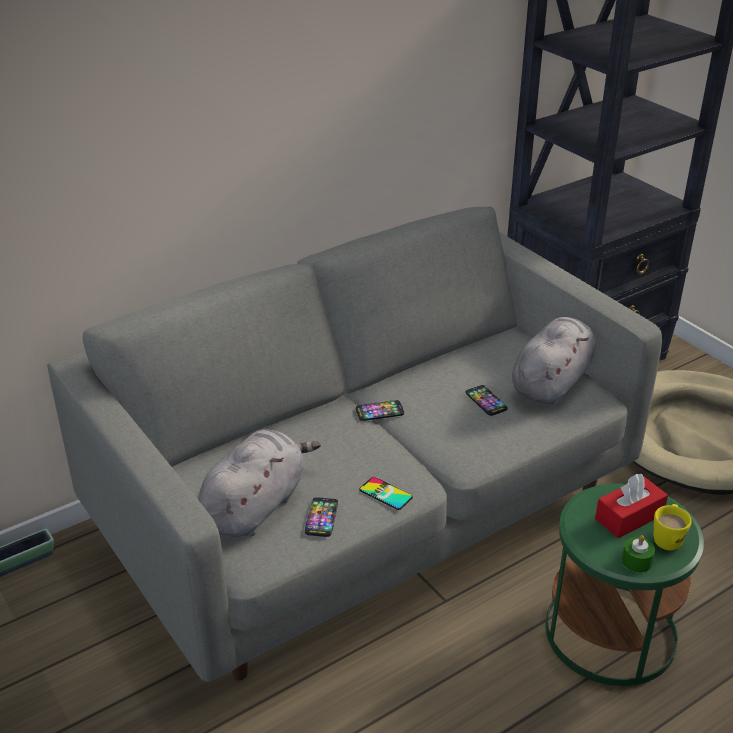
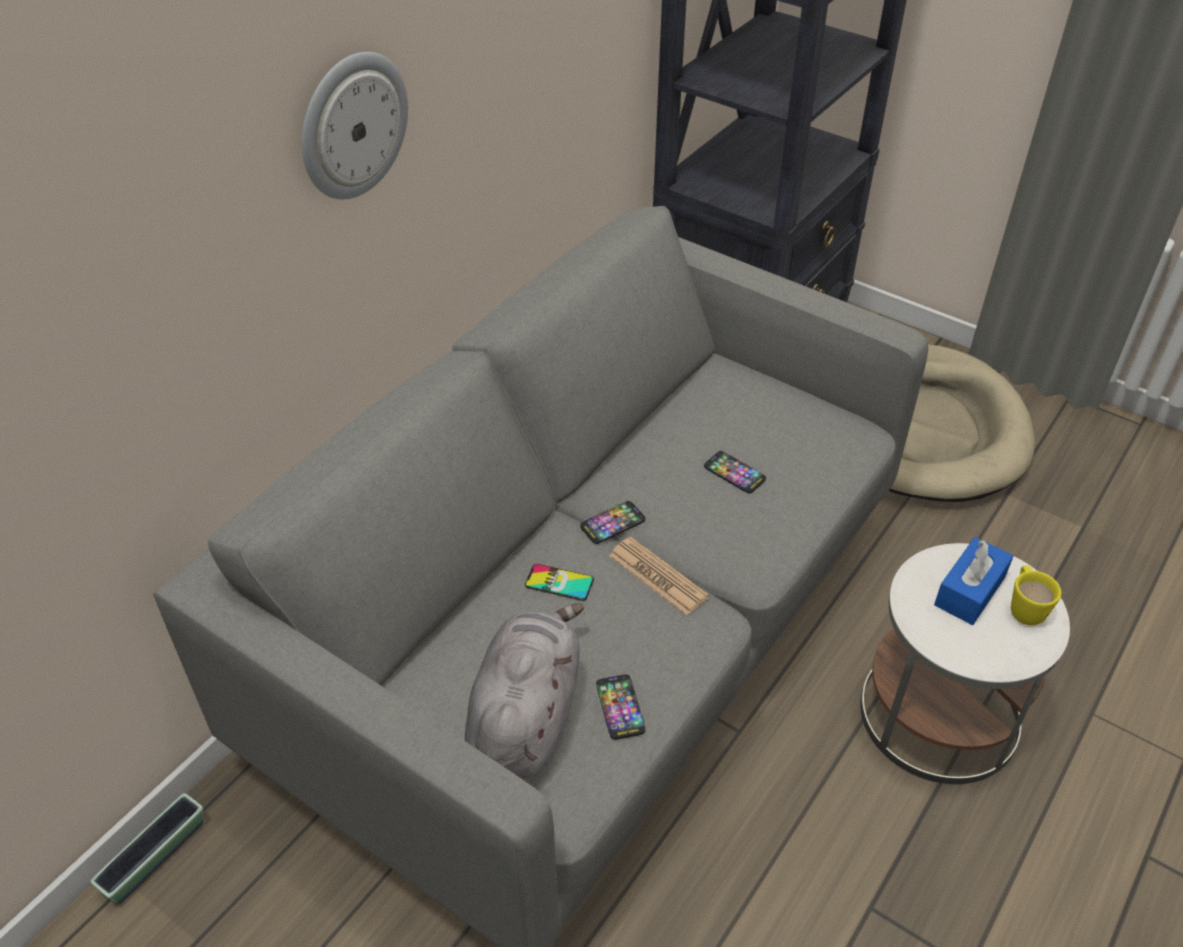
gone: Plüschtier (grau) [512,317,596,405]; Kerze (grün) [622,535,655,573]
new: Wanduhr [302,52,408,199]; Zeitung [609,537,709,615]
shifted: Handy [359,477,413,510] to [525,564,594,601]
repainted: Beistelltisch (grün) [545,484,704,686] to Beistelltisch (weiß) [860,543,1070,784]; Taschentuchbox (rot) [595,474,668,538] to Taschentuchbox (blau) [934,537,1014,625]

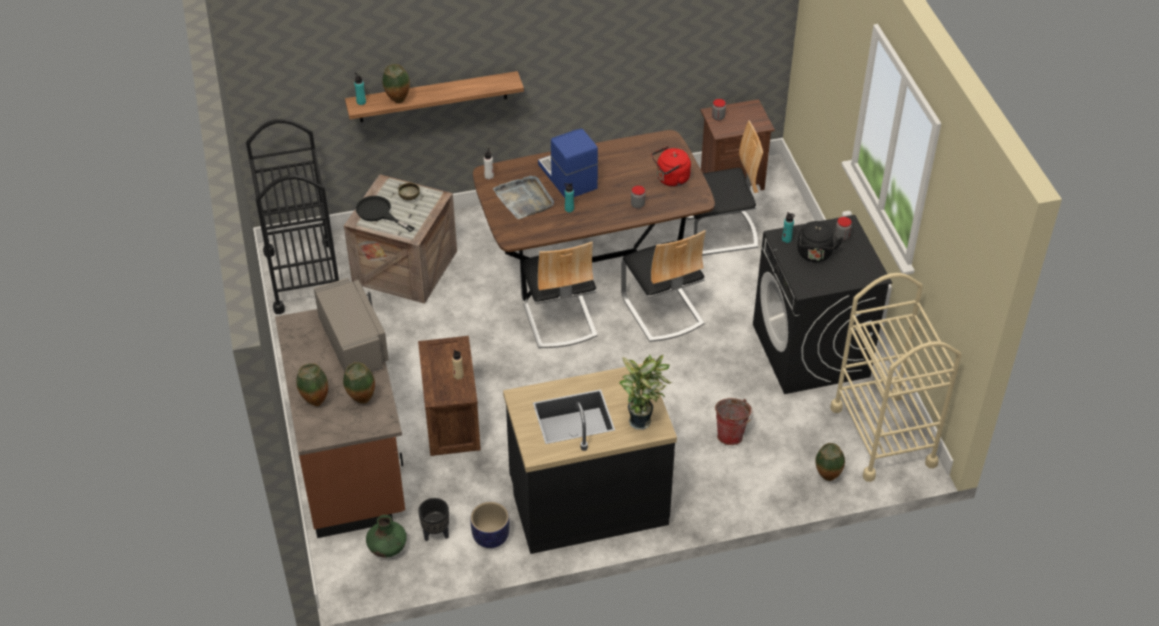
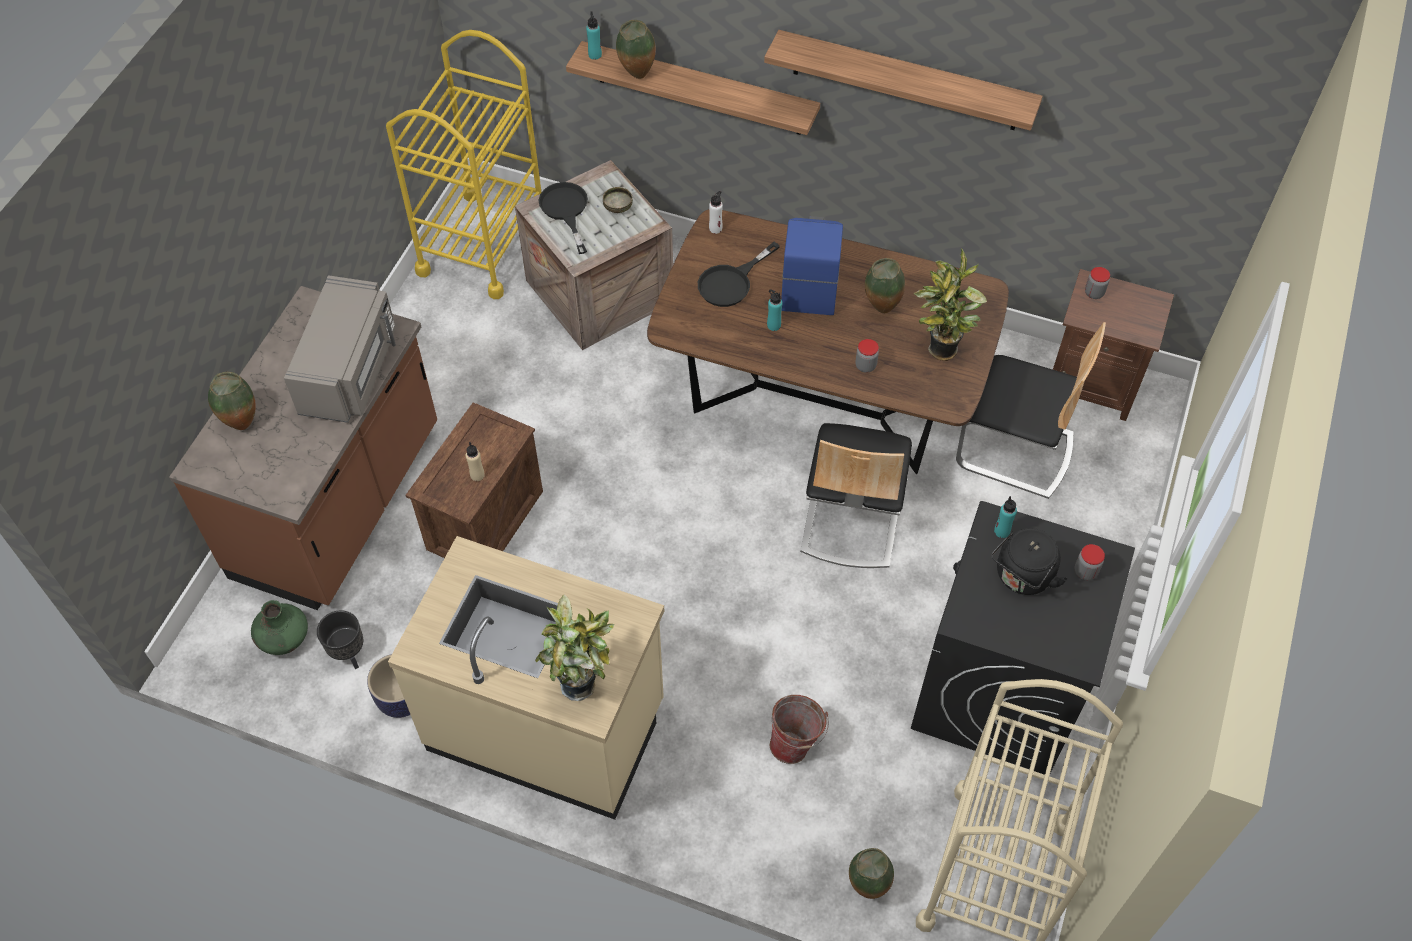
gone: Stuhl [520,242,597,348]
new: Wandregal [764,30,1043,131]
shifted: Vase [343,362,375,404] to [865,258,905,313]
swapped: Tablett (grau) [493,176,554,219] to Pfanne (schwarz) [698,242,780,307]; Wasserkessel (rot) [651,146,691,187] to Topfpflanze [914,248,987,361]
repainted: Rollwagen (schwarz) [246,119,339,314] to Rollwagen (gelb) [386,30,542,299]; Küchenzeile (schwarz) [503,364,677,554] to Küchenzeile (beige) [388,536,664,820]

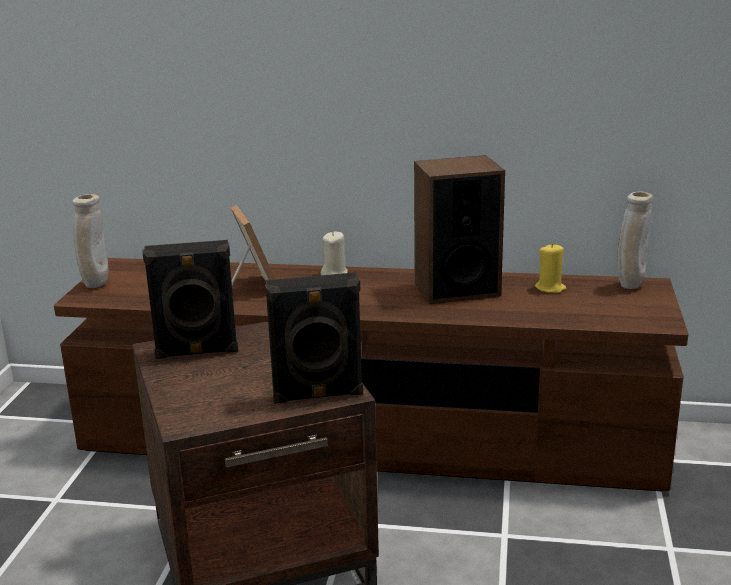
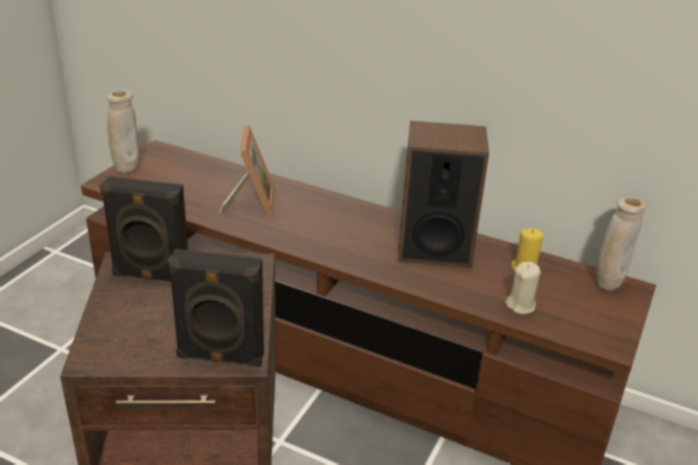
shifted: Kerze (beige) [321,231,348,275] to [505,262,540,314]

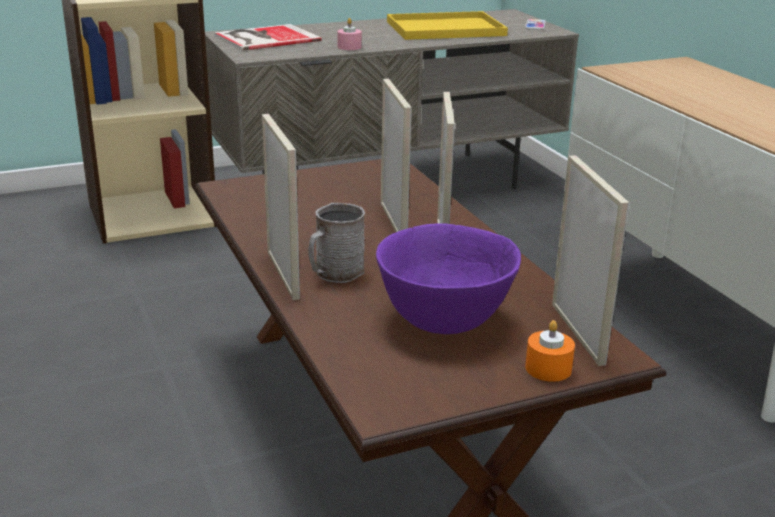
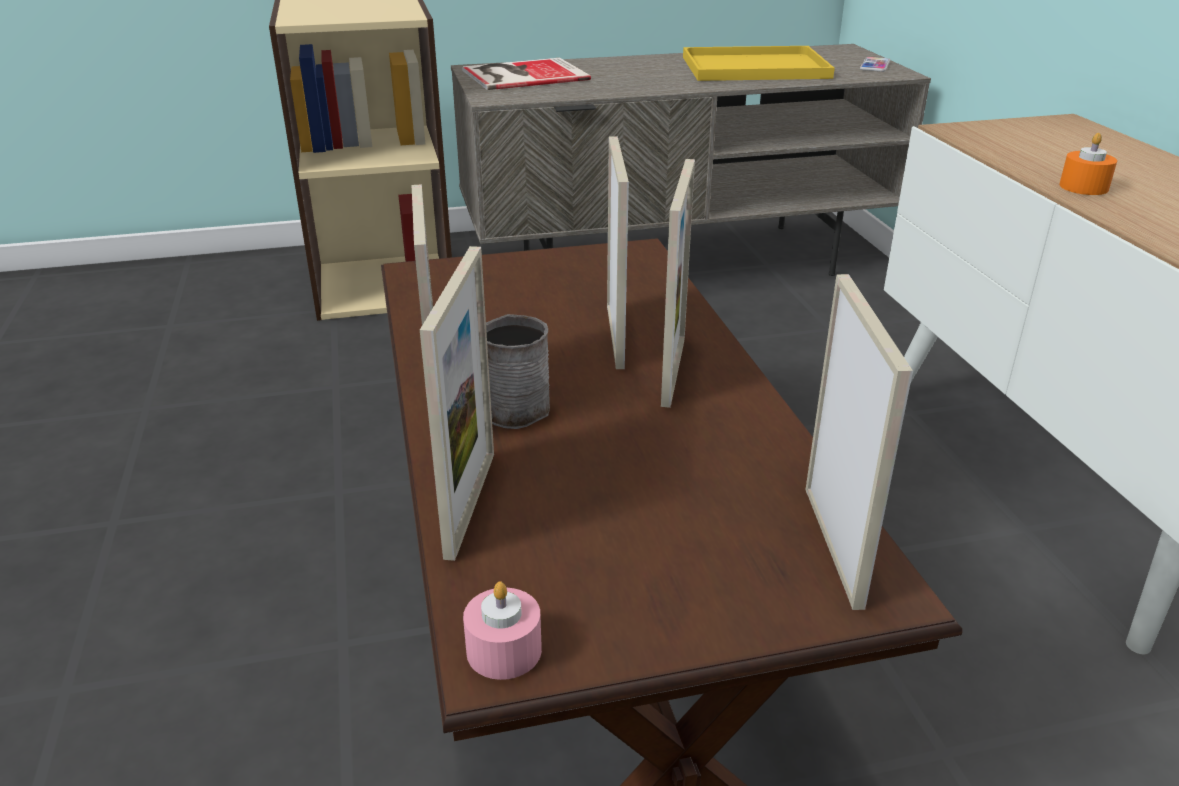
gone: Schüssel (lila) [376,223,521,334]
new: Bilderrahmen [420,246,494,561]
shifted: Kerze (rosa) [337,18,362,50] to [463,581,542,680]; Kerze (orange) [525,320,575,382] to [1059,133,1117,195]

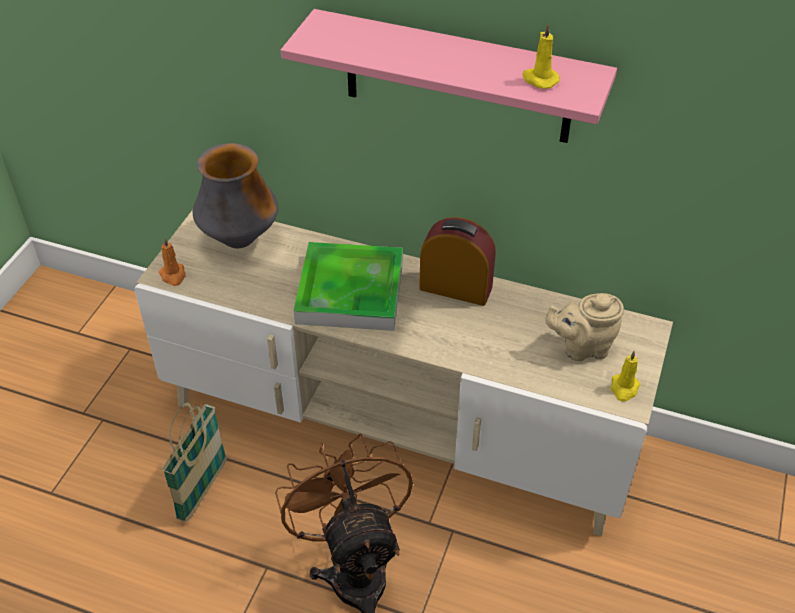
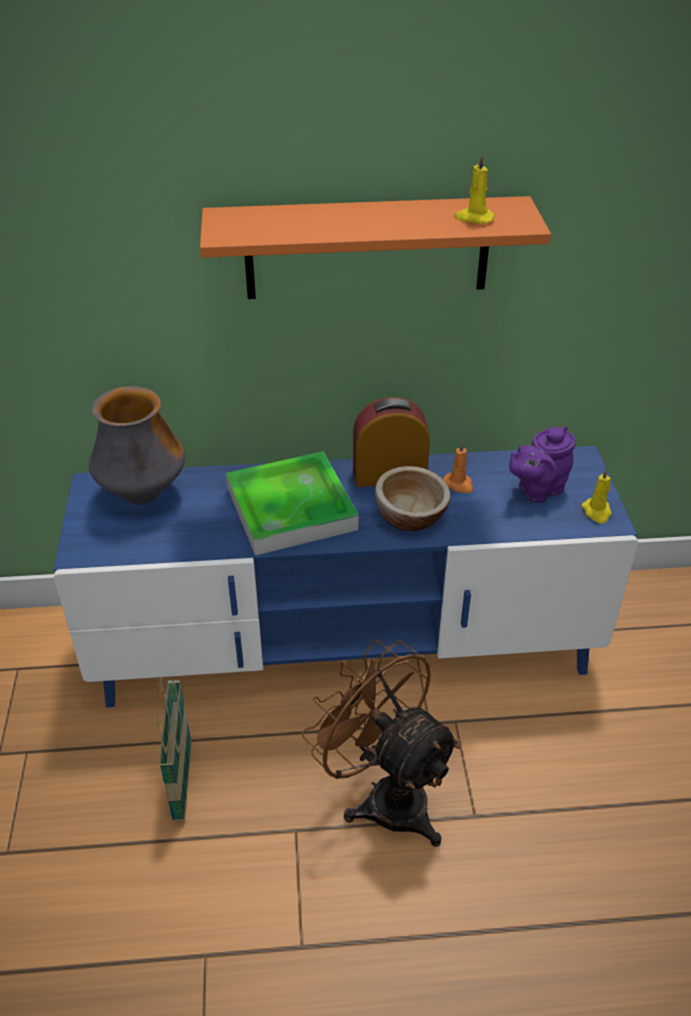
new: Schüssel [375,466,451,531]
shifted: Kerze (orange) [159,238,186,286] to [443,441,473,493]
repainted: Fernsehschrank (beige) [134,210,673,536] to Fernsehschrank (blau) [54,446,638,707]; Wandregal (rosa) [281,9,617,143] to Wandregal (orange) [200,196,551,299]; Teekanne (beige) [545,293,624,361] to Teekanne (lila) [509,426,576,503]

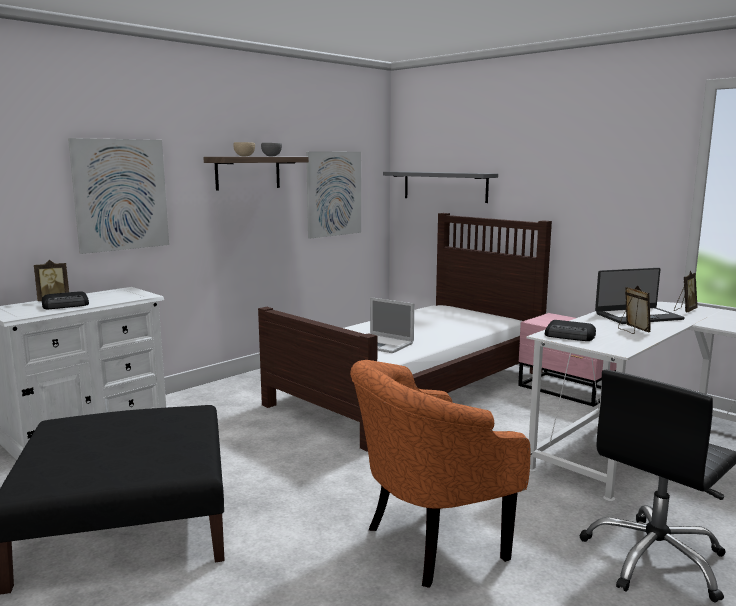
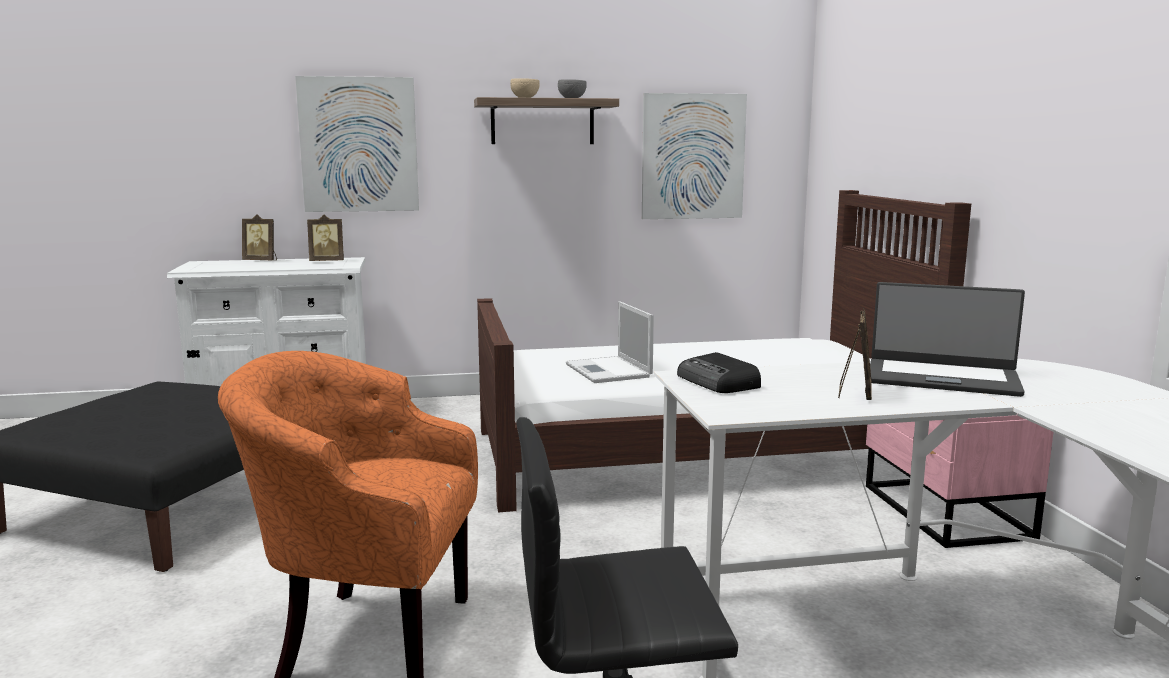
gone: Radio [41,291,89,309]; Wandregal (grau) [383,171,498,203]
shifted: Bilderrahmen [674,271,697,312] to [307,215,344,261]

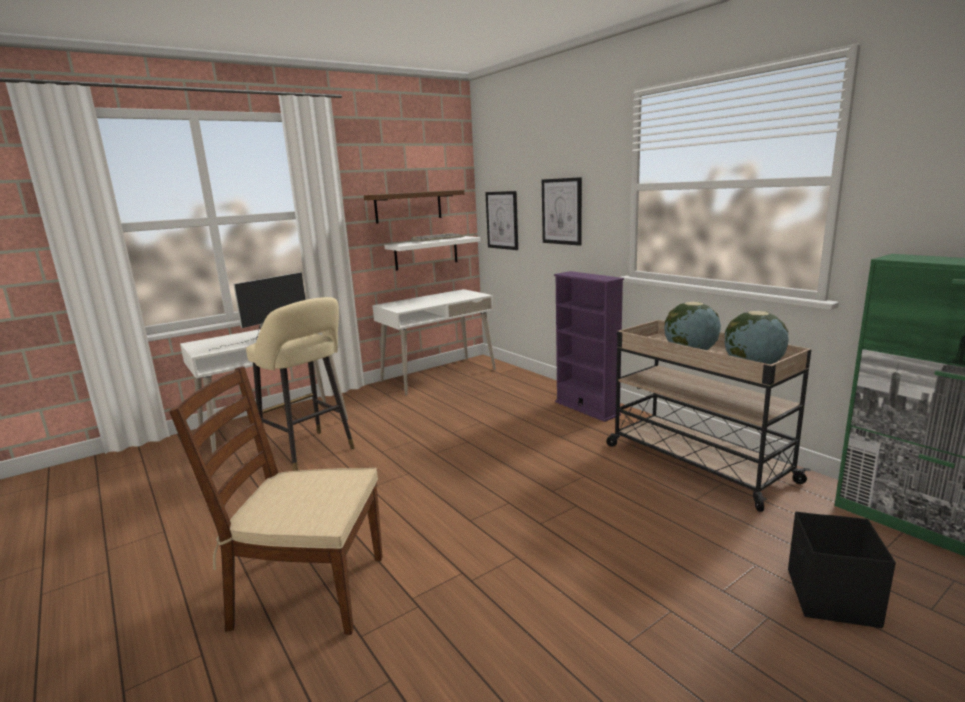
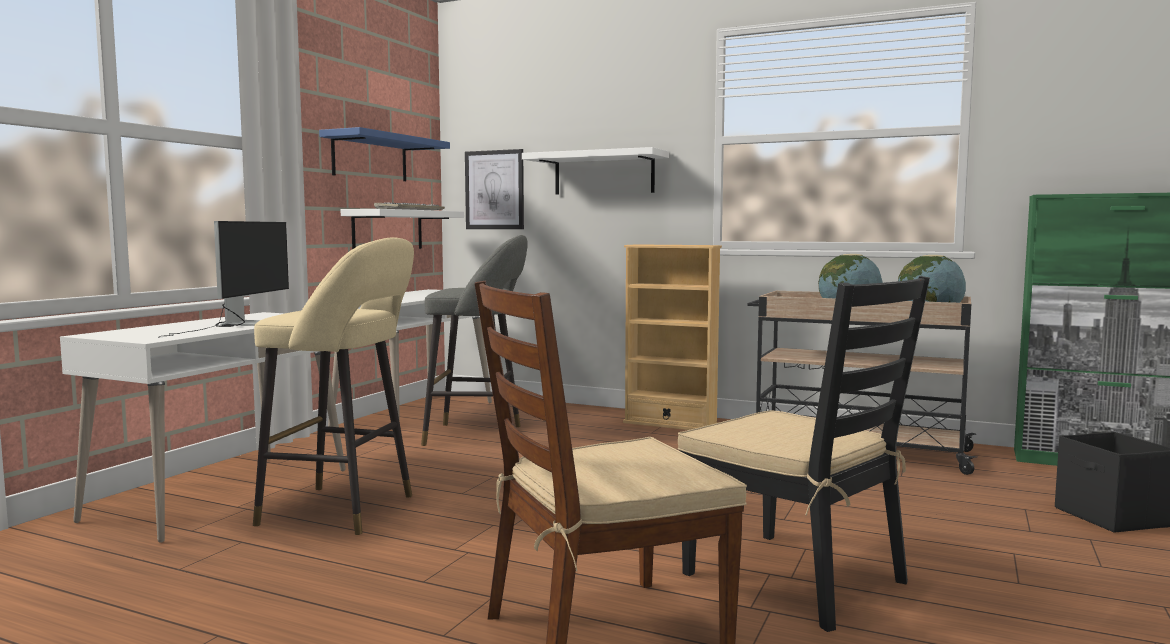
new: Hocker (grau) [421,235,528,446]; Stuhl (schwarz) [678,276,930,632]
swapped: Bild [542,177,582,246] to Wandregal (weiß) [522,147,669,195]
repainted: Wandregal (braun) [364,190,465,224] to Wandregal (blau) [319,127,450,181]; Bücherregal (lila) [554,271,624,422] to Bücherregal (beige) [623,244,722,430]

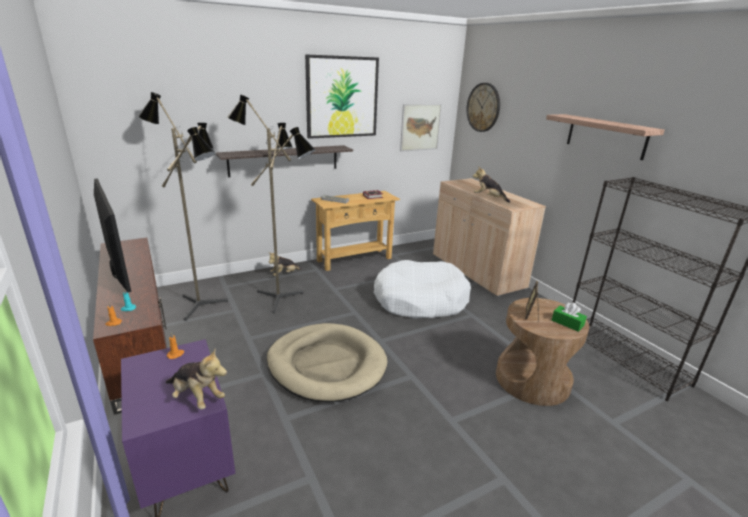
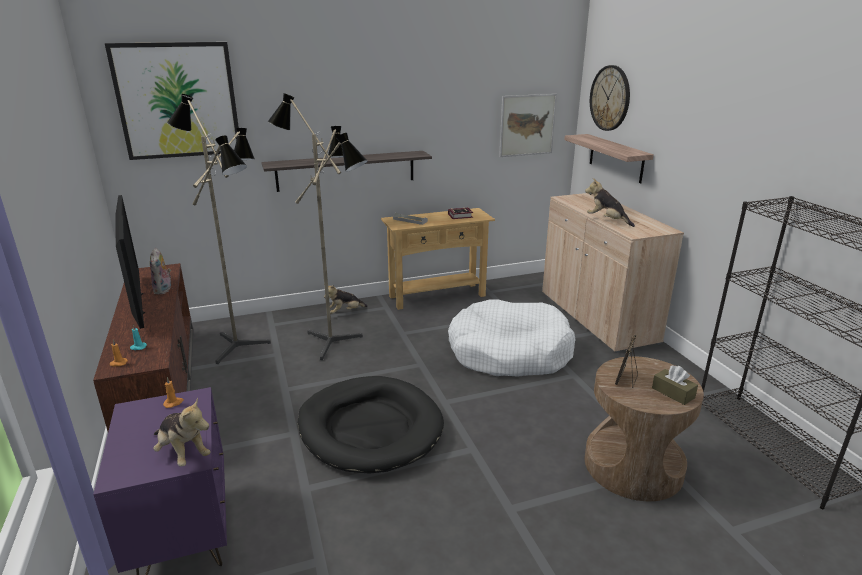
new: Plüschtier [150,248,171,295]
shifted: Bild [305,54,379,139] to [105,42,239,160]; Wandregal [546,114,665,160] to [564,134,654,184]
repainted: Hundebett (beige) [267,323,388,402] to Hundebett (schwarz) [297,376,444,473]; Taschentuchbox (grün) [552,302,587,332] to Taschentuchbox (braun) [652,366,698,405]

